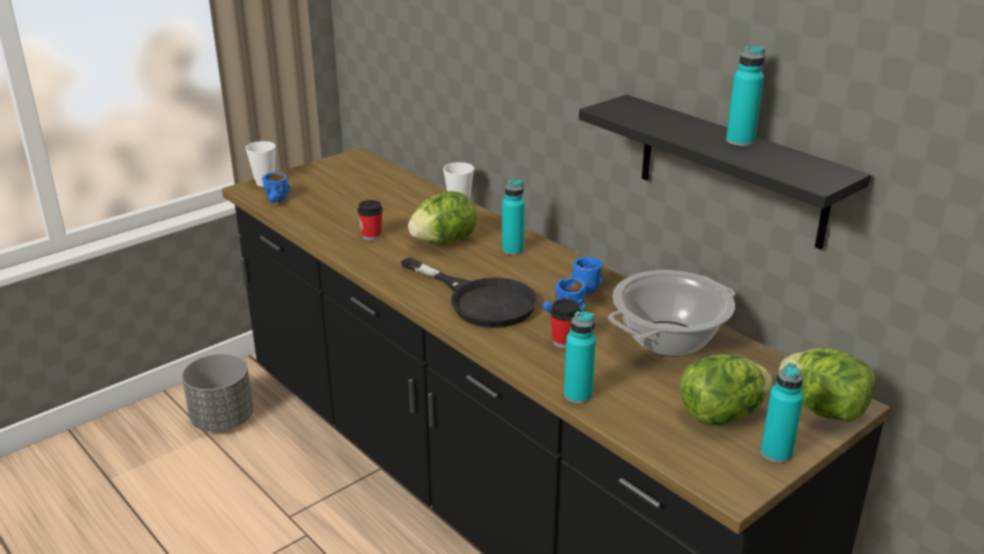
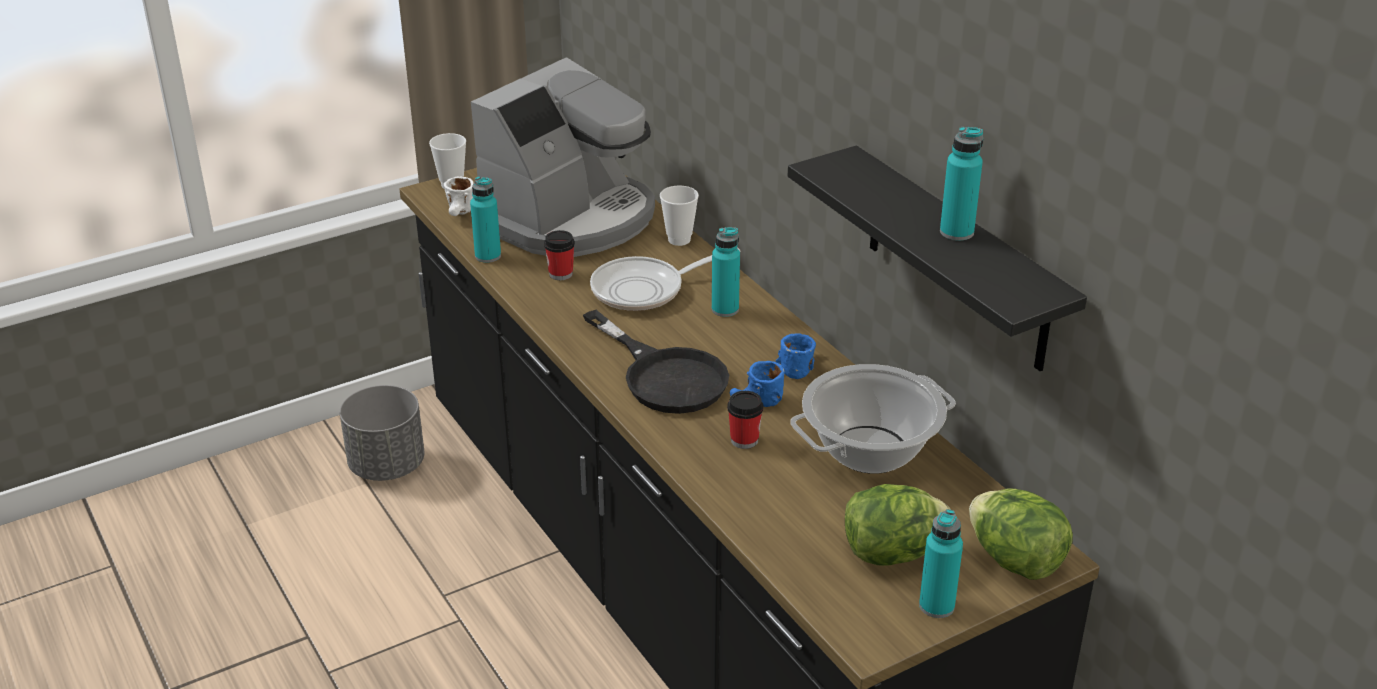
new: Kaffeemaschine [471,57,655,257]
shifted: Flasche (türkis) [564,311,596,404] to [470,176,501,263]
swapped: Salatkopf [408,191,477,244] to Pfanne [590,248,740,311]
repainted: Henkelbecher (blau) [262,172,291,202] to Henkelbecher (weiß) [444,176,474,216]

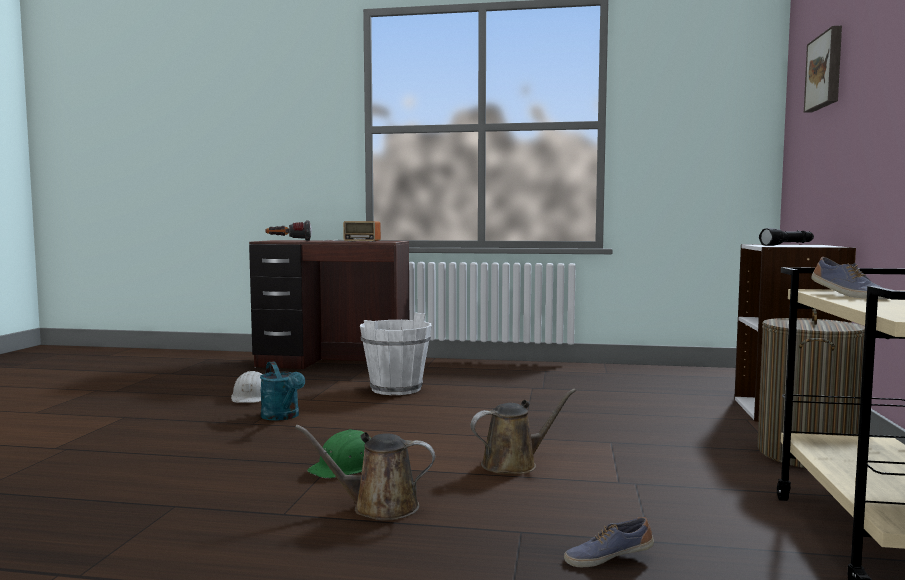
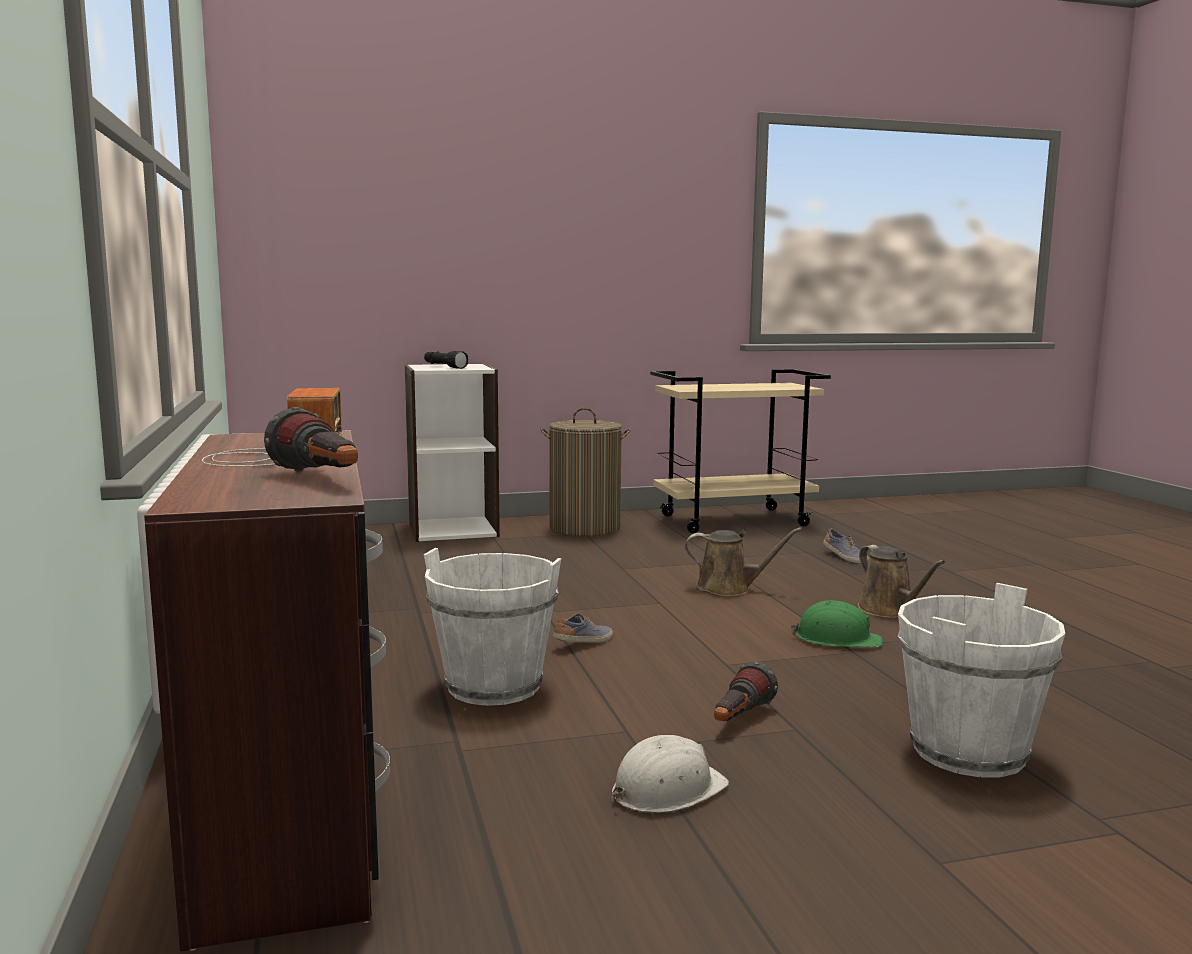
gone: Bild [804,26,842,113]
new: Eimer (weiß) [898,583,1065,777]
shifted: Schuh [811,257,888,299] to [553,614,613,643]
swapped: Gießkanne (türkis) [260,361,305,421] to Taschenlampe [714,662,778,721]
rotated: Gießkanne (braun) [471,389,576,474] = [685,527,802,596] 150 degrees clockwise

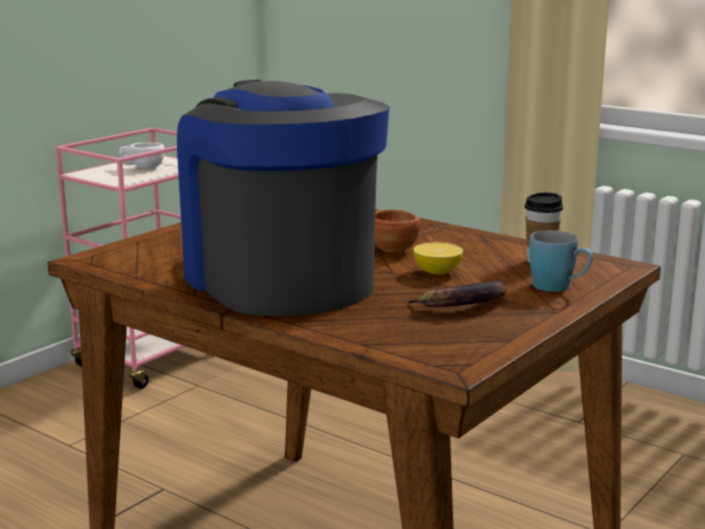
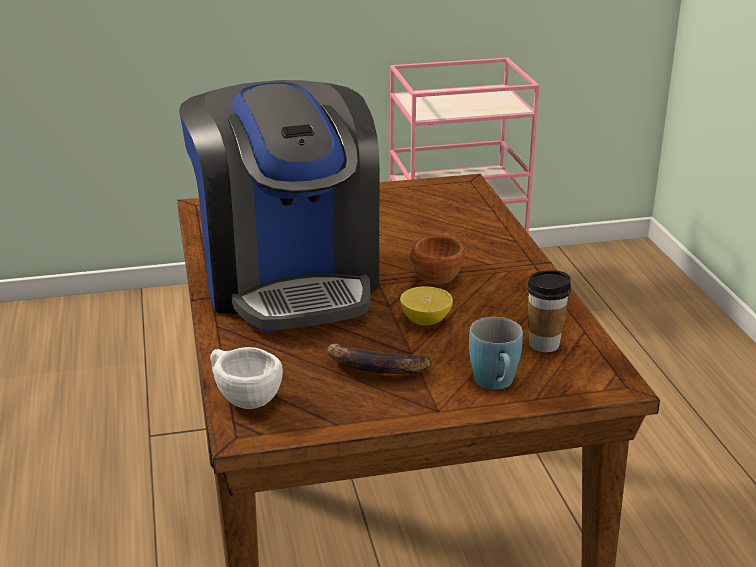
shifted: Tasse (weiß) [119,142,165,169] to [210,347,283,409]
rotated: Kaffeemaschine [177,80,390,316] = [179,80,380,332] 150 degrees clockwise

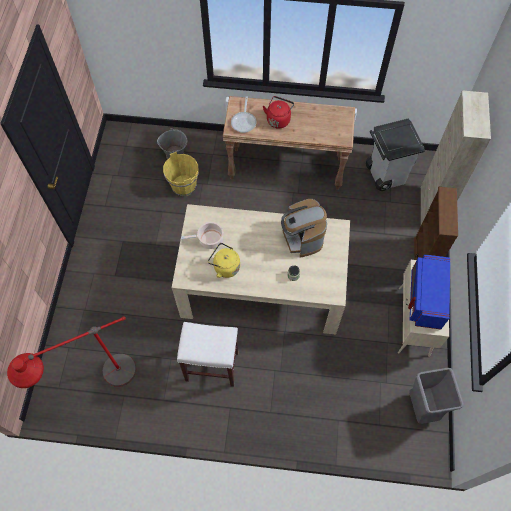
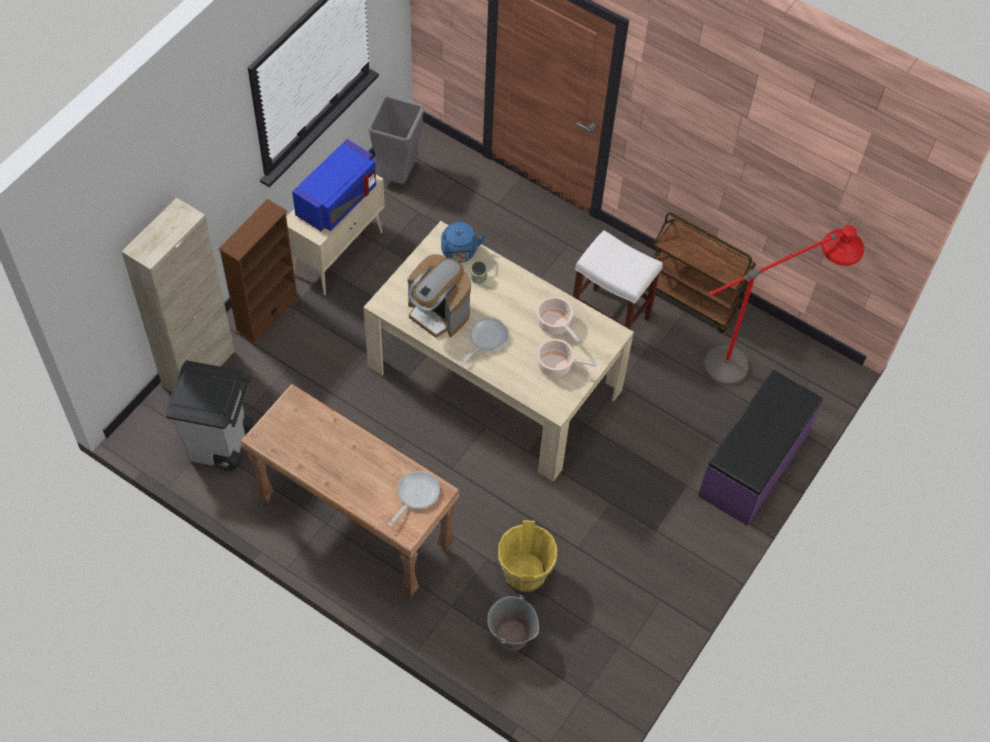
gone: Wasserkessel (rot) [263,96,294,129]
new: Wasserkessel (blau) [441,222,485,263]; Pfanne [460,318,509,365]; Rollwagen (braun) [646,212,756,333]; Bank (lila) [698,370,823,526]
swapped: Wasserkessel (gelb) [208,243,240,278] to Kochtopf [537,297,580,342]
rotated: Kaffeemaschine [281,199,327,258] = [408,254,471,338] 120 degrees clockwise

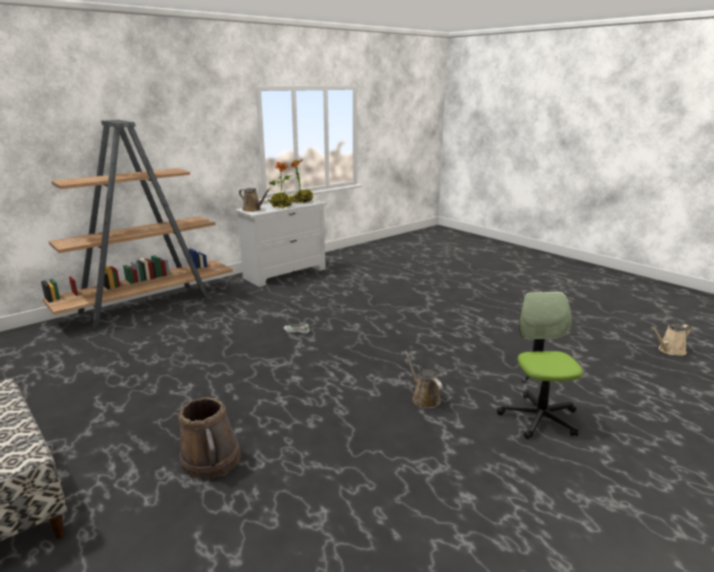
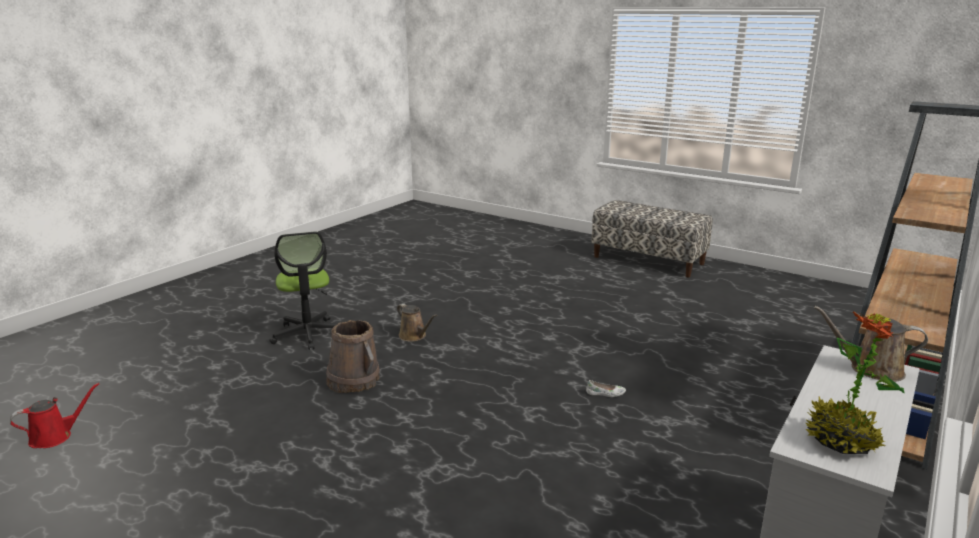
gone: Topfpflanze [268,161,293,209]
shifted: Eimer (braun) [178,397,241,481] to [326,320,380,393]
repainted: Gießkanne (beige) [651,324,692,356] to Gießkanne (rot) [10,383,99,448]

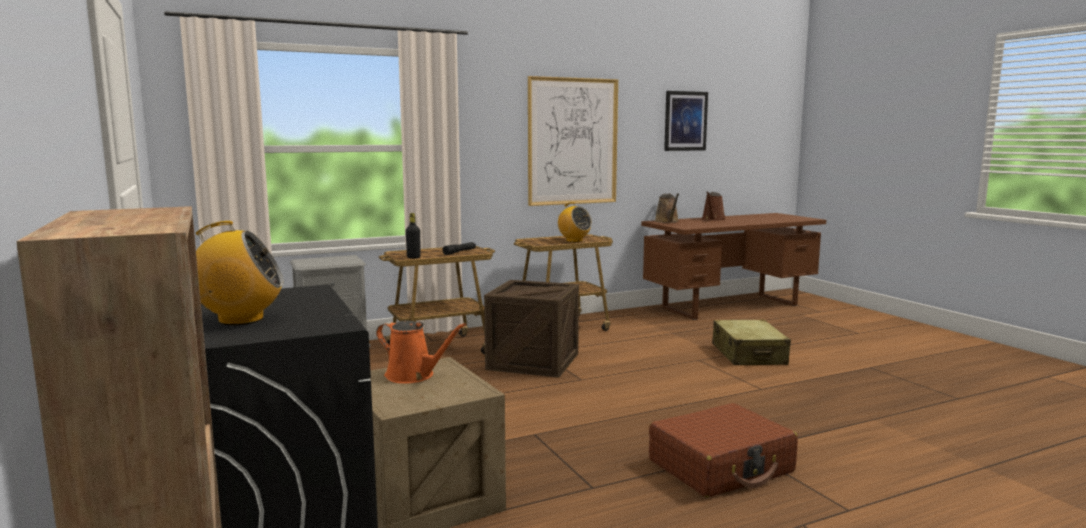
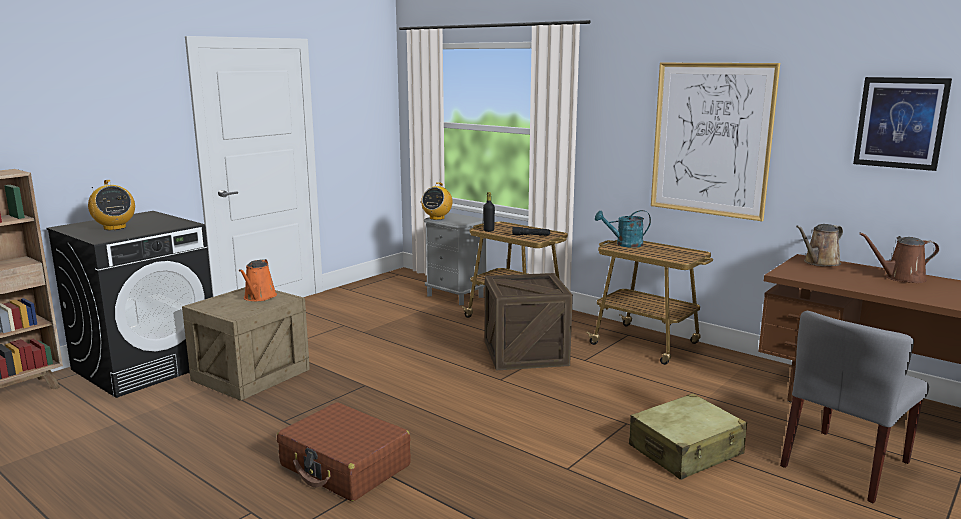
new: Gießkanne (türkis) [595,210,651,248]; Stuhl (grau) [780,311,929,503]
shifted: Radio [558,202,592,242] to [421,182,453,220]

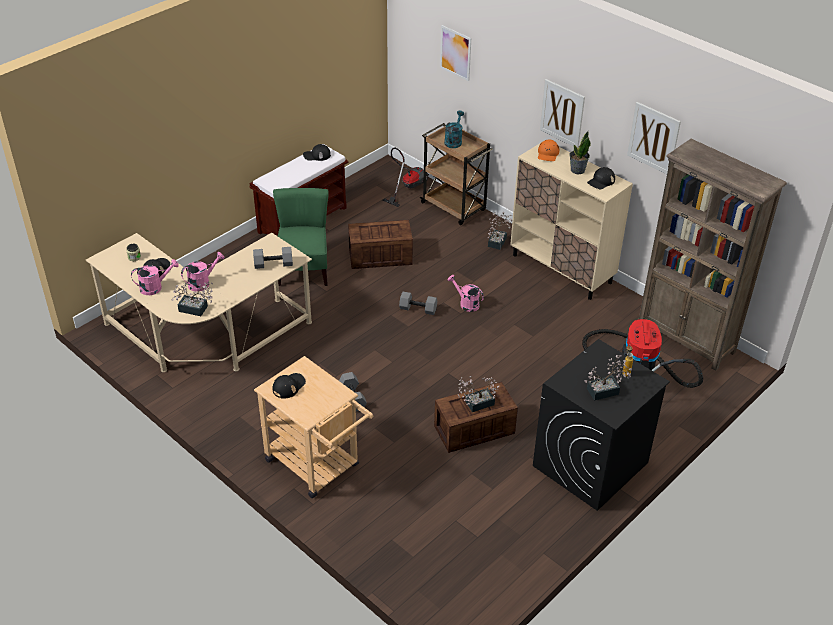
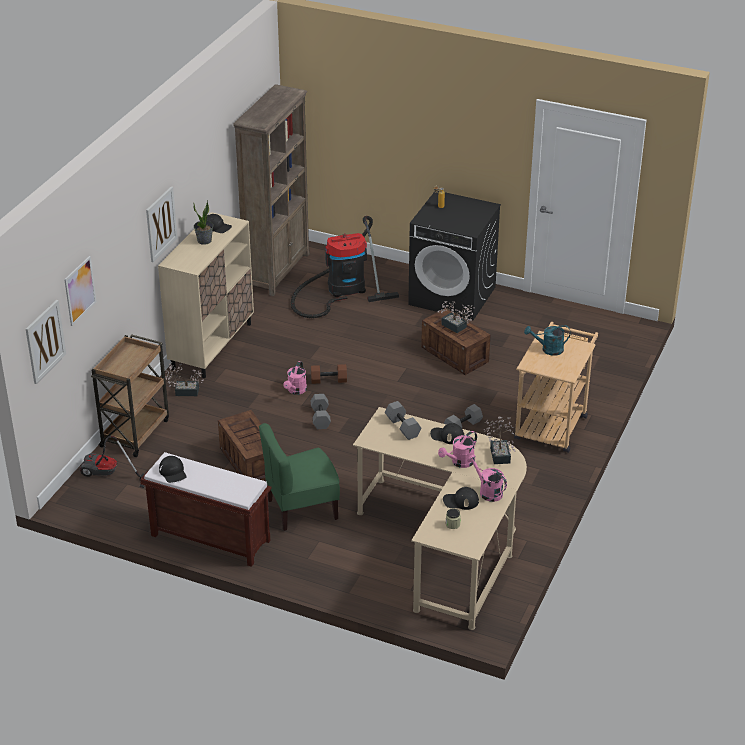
gone: Kappe (orange) [538,140,560,161]; Topfpflanze [585,355,632,401]
new: Hantel (braun) [311,364,347,384]
shifted: Kappe (schwarz) [273,373,306,399] to [430,423,464,444]; Gießkanne (türkis) [444,110,464,148] to [524,325,571,356]; Bild [627,102,681,174] to [26,300,66,384]
rotated: Gießkanne (rosa) [181,252,225,292] = [438,431,477,468] 75 degrees counterclockwise

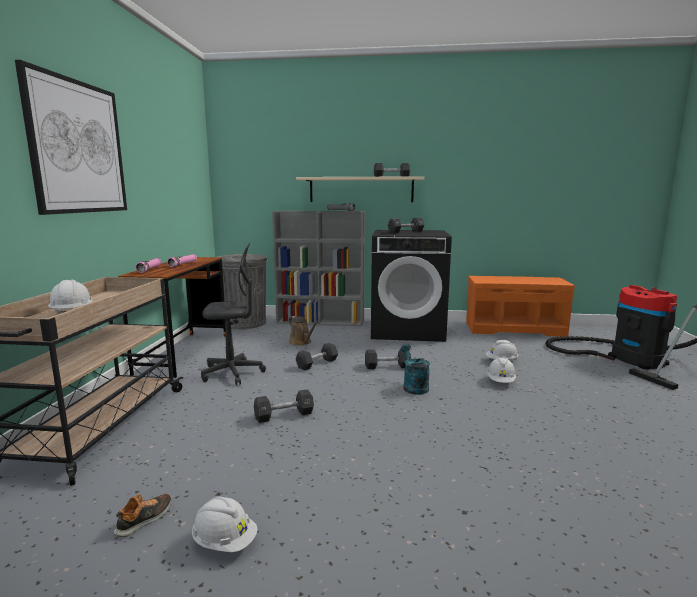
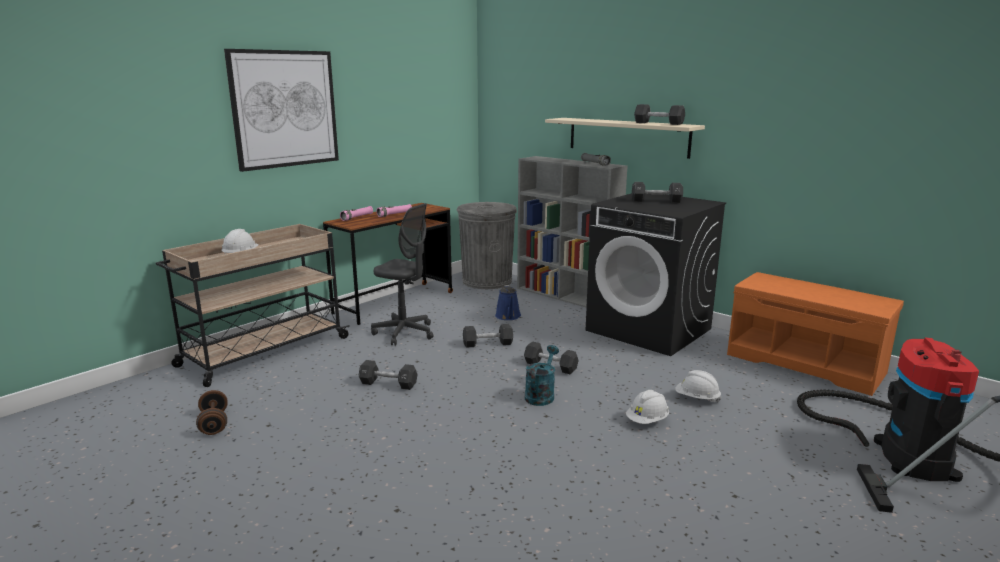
gone: Schutzhelm (weiß) [192,497,258,553]
swapped: Schuh [113,493,171,537] to Hantel (braun) [196,390,228,435]
repainted: Gießkanne (braun) [289,316,319,346] to Gießkanne (blau) [495,285,521,320]

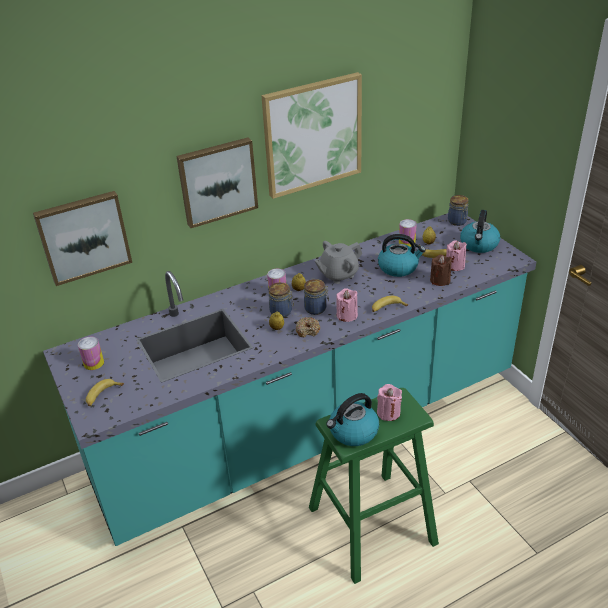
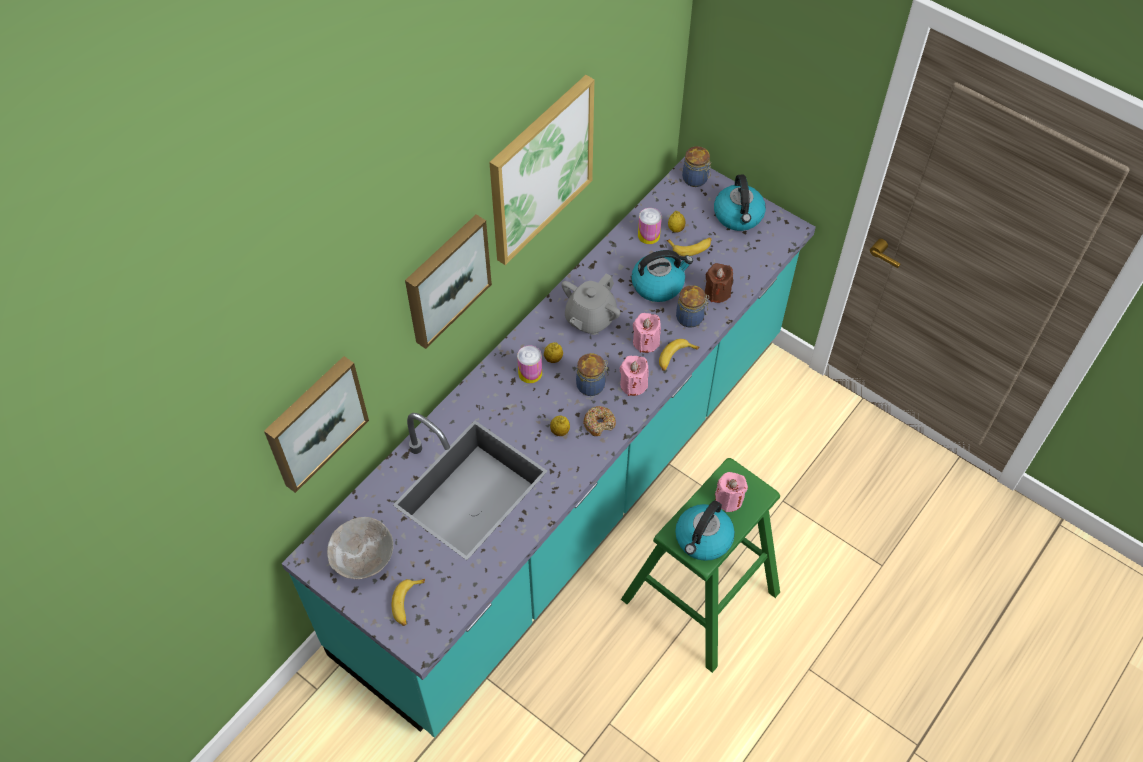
shifted: Vorratsglas [269,282,294,318] to [676,285,709,328]; Kerze (rosa) [446,240,467,271] to [633,313,661,353]
swapped: Dose [78,337,104,370] to Schüssel (grau) [327,517,393,579]

